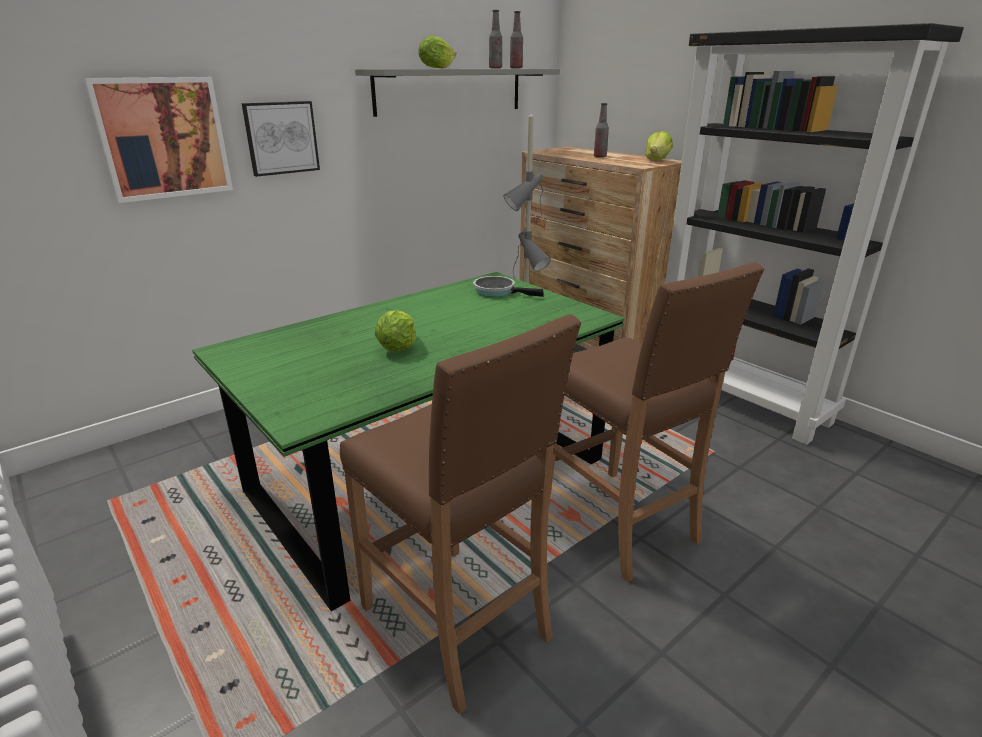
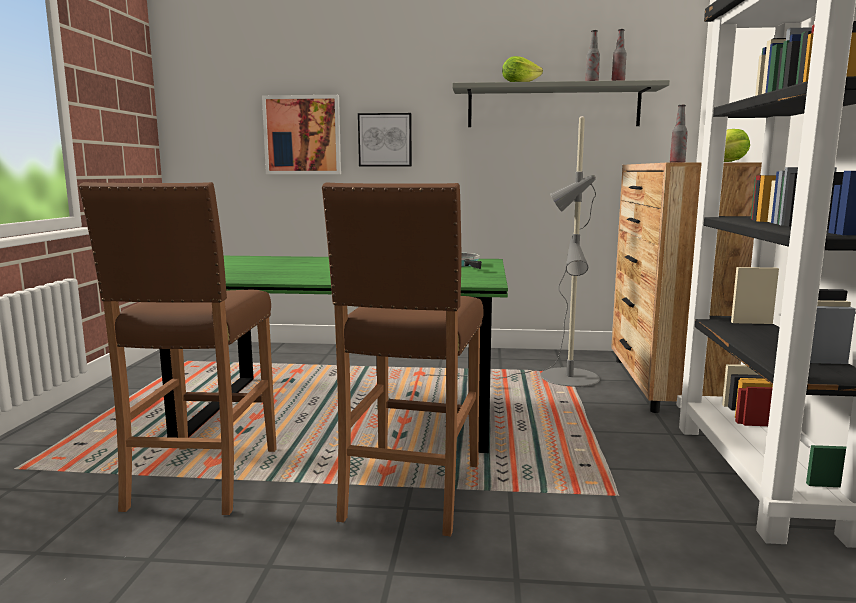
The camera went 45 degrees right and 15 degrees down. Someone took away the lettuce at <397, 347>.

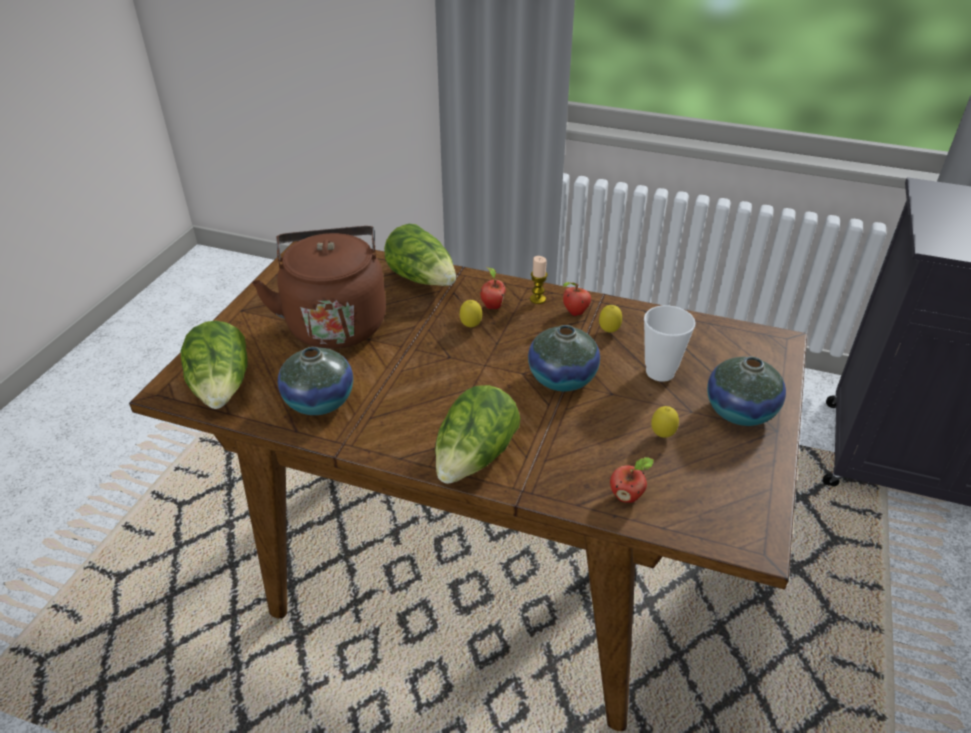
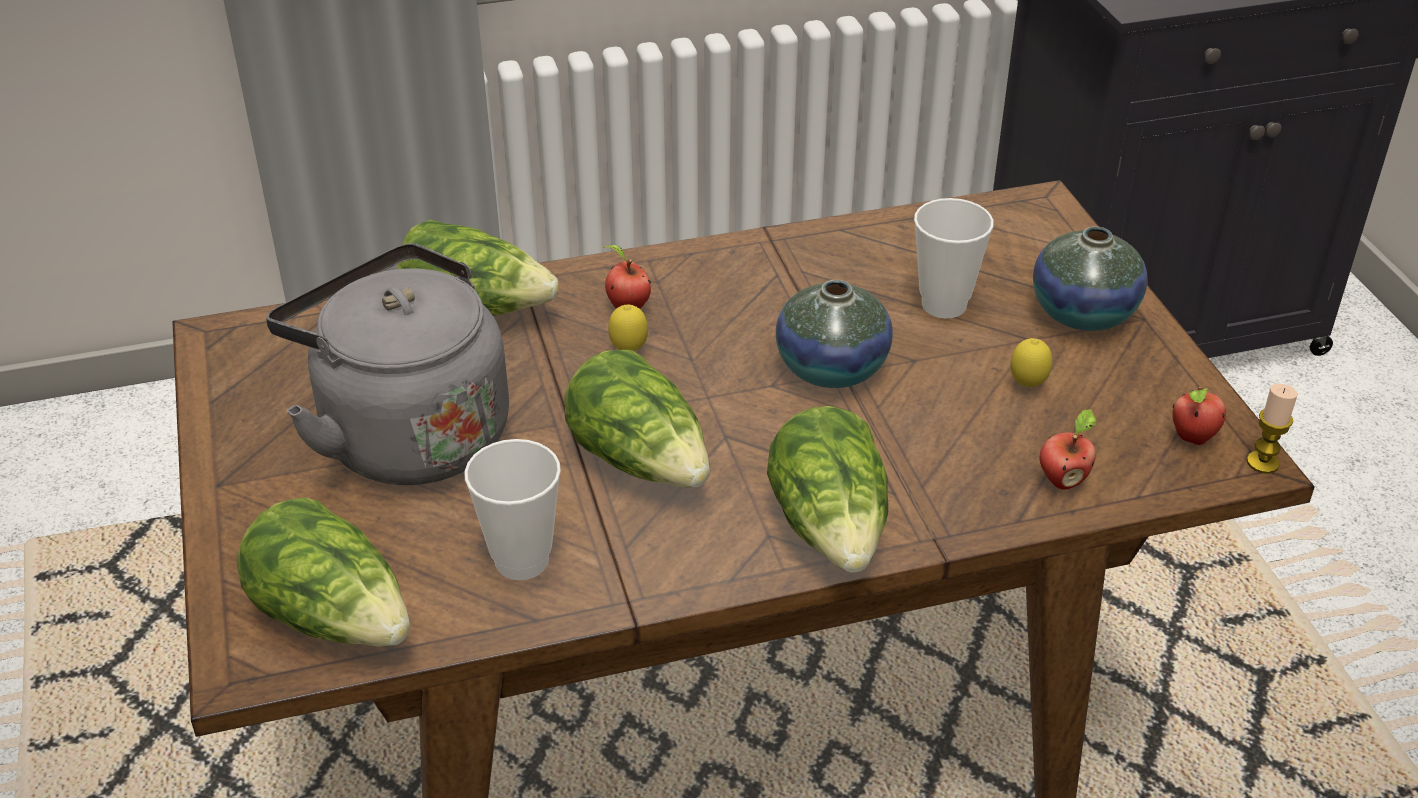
The camera went 35 degrees left and 0 degrees up. Someone repainted the brown kettle at <335, 322>, which became the grey kettle at <407, 433>. Someone swapped the vase at <319, 401> for the cup at <521, 561>. Someone put down the lettuce at <642, 460>. Someone carried the apple from <574, 313> to <1193, 439>. Someone carried the candle from <537, 299> to <1262, 463>. Someone took away the lemon at <609, 332>.

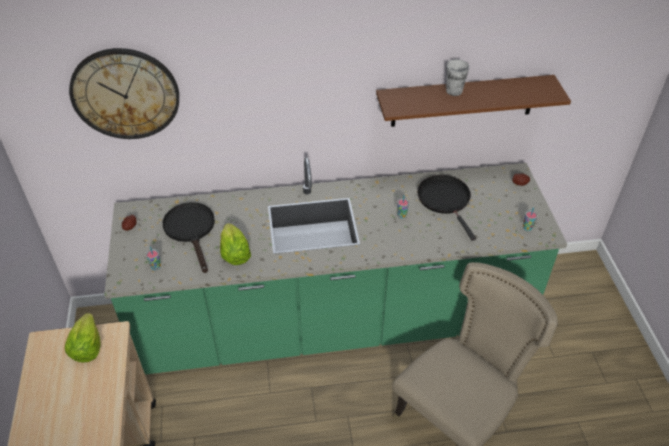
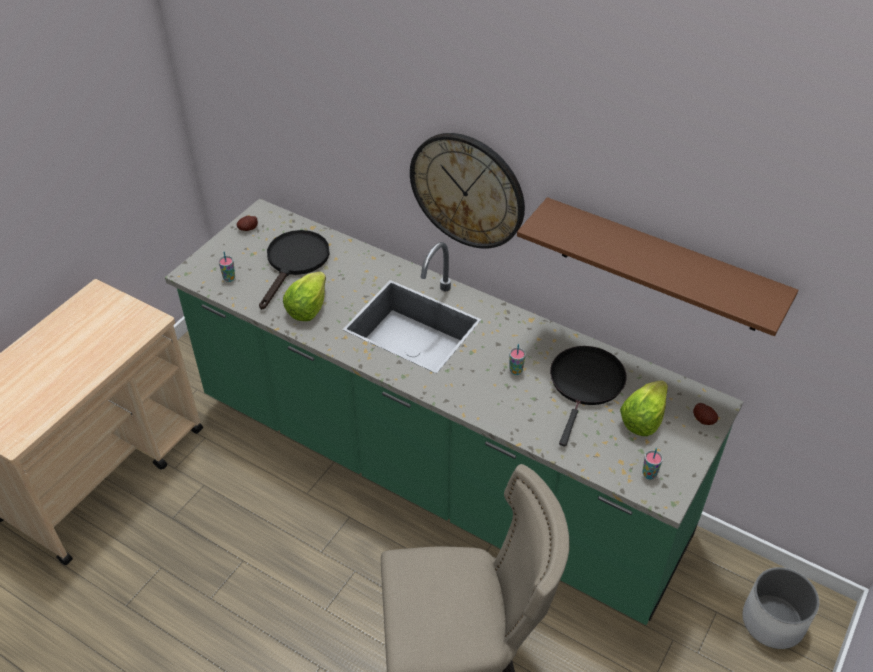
The camera went 40 degrees right and 0 degrees up. Someone carried the wall clock from <125, 94> to <467, 190>. Someone carried the lettuce from <87, 347> to <643, 419>. Someone put down the white planter at <772, 621>. Someone took away the cup at <454, 91>.

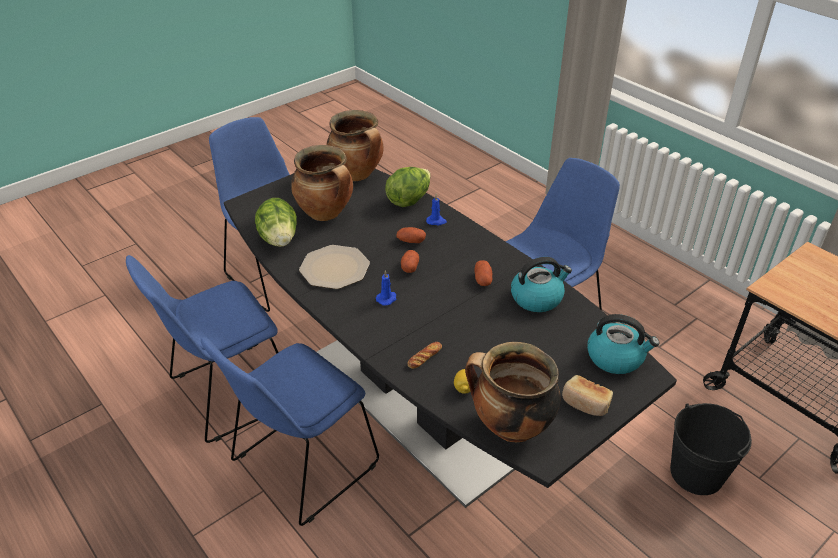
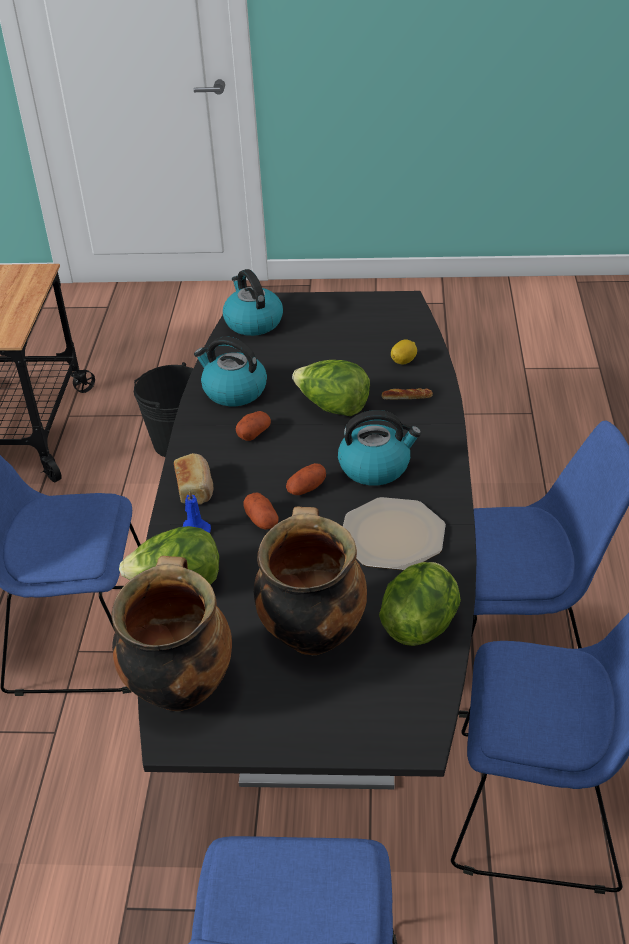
The camera went 135 degrees left and 0 degrees up. Someone carried the bread from <585, 403> to <195, 488>. Someone put down the lettuce at <333, 408>. Someone swapped the blue candle at <387, 298> for the kettle at <376, 467>. Someone took away the cooking pot at <510, 427>.

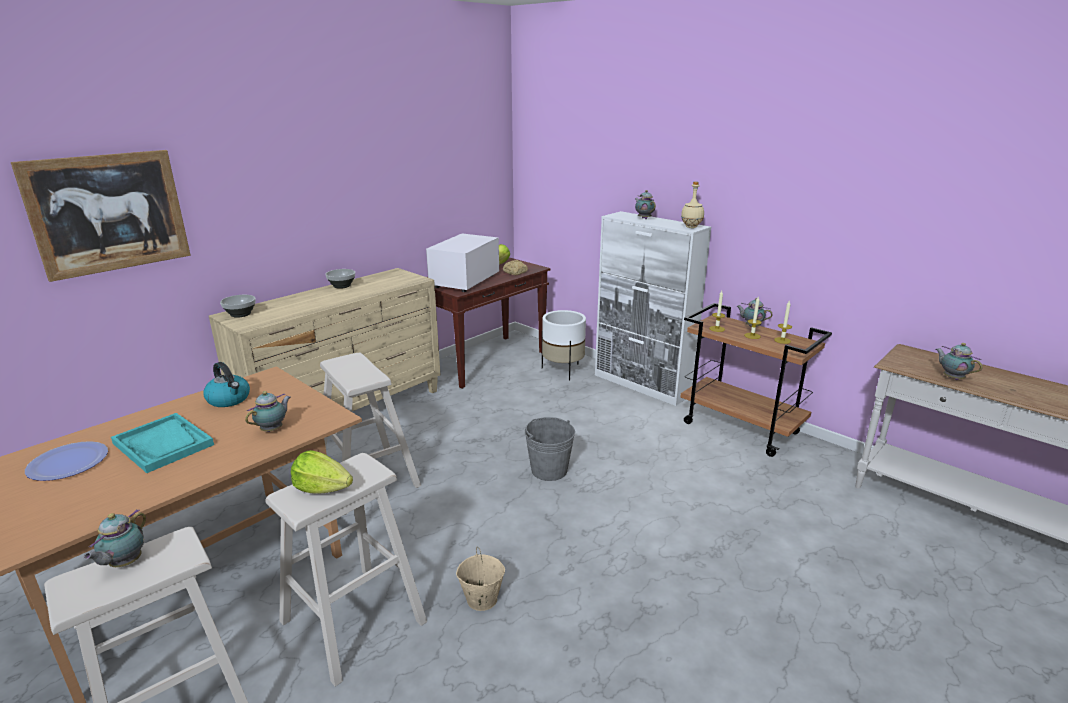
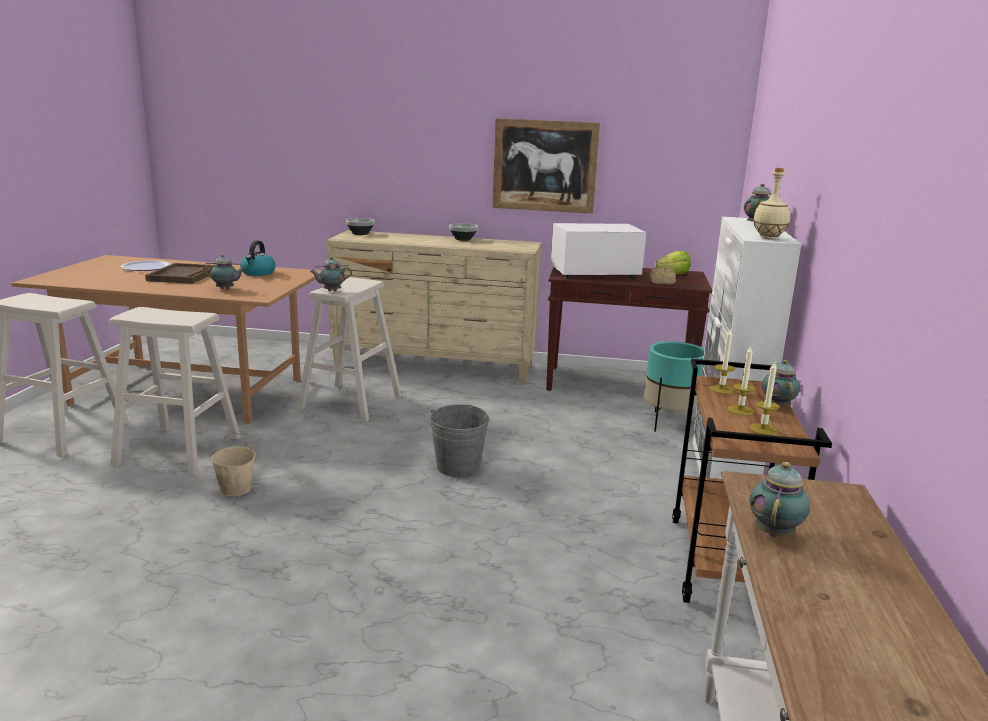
The camera went 55 degrees right and 5 degrees down. Someone repainted the turquoise tray at <163, 444>, which became the brown tray at <183, 275>. Someone carried the teapot from <124, 564> to <331, 291>. Someone carried the picture from <109, 213> to <545, 166>. Someone repainted the white planter at <563, 370>, which became the turquoise planter at <670, 423>. Someone took away the lettuce at <322, 488>.

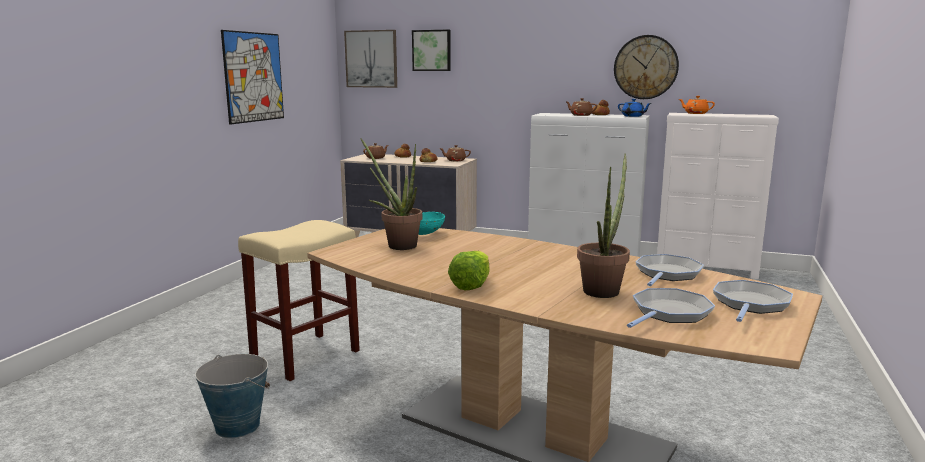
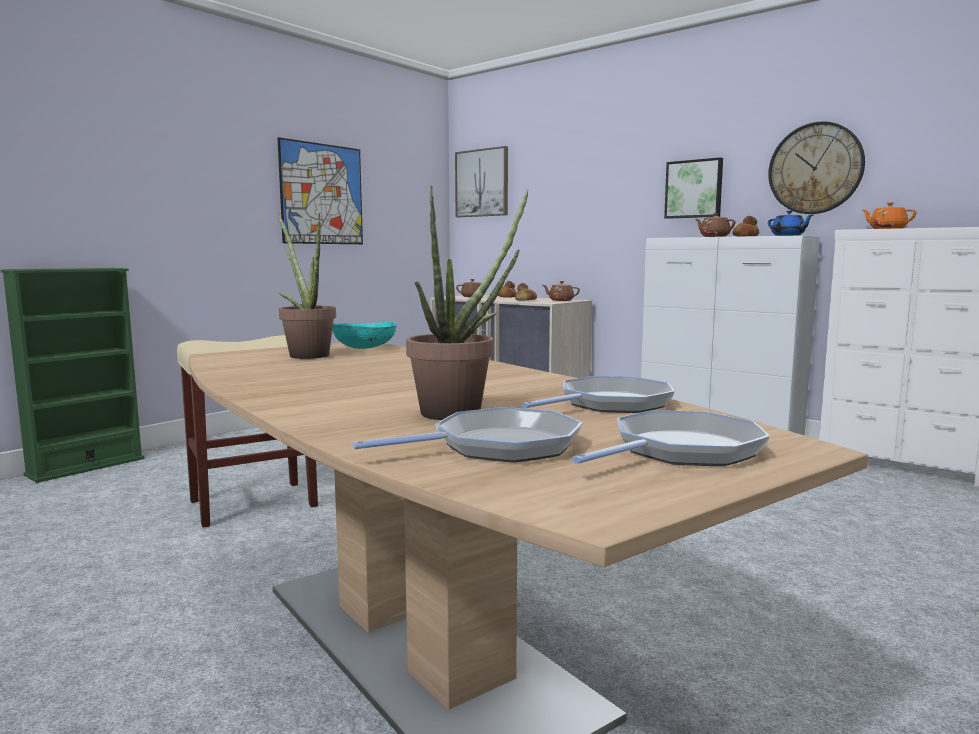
The camera went 20 degrees right and 5 degrees down. Someone put down the green bookcase at <86, 467>. Someone carried the picture from <432, 50> to <694, 189>. Someone took away the bucket at <237, 426>. Someone took away the lettuce at <471, 285>.

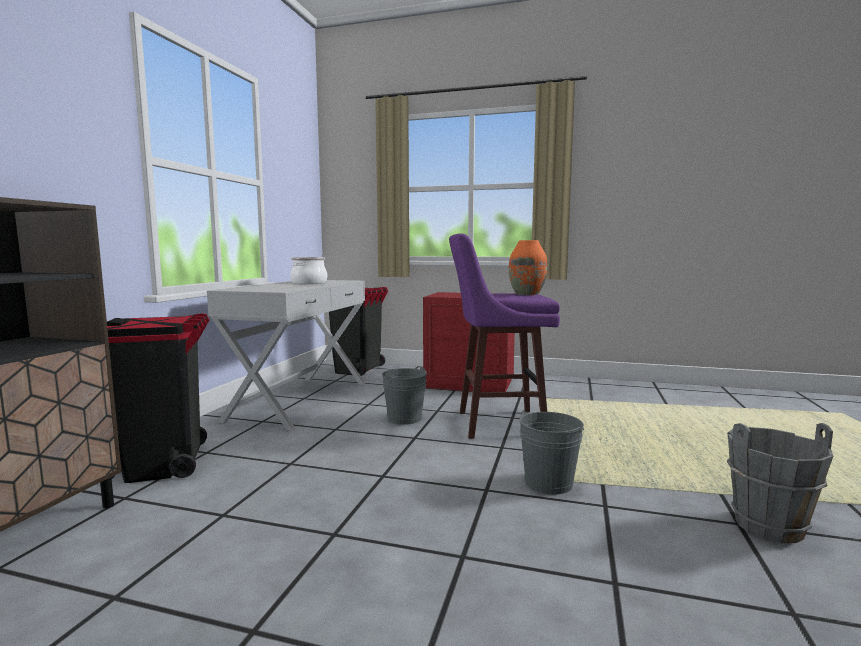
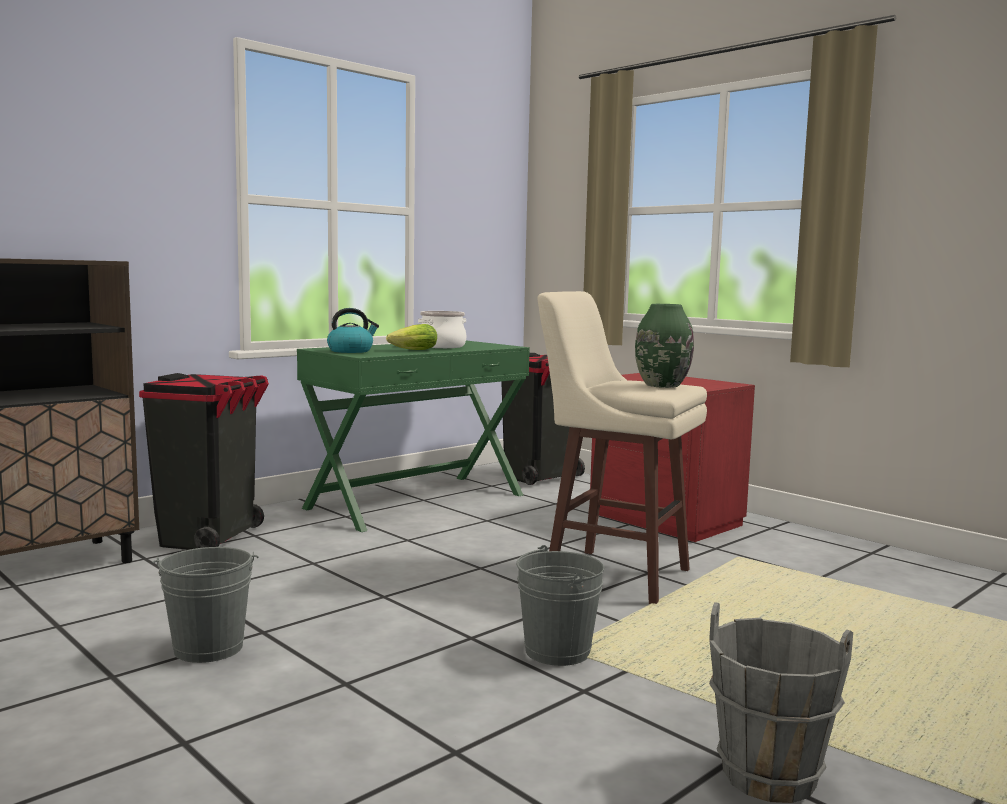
The camera went 30 degrees right and 0 degrees up. Someone carried the grey bucket from <404, 418> to <208, 648>. Someone repainted the white console table at <300, 400>, which became the green console table at <416, 501>. Someone put down the kettle at <351, 351>. Someone put down the lettuce at <411, 350>. Someone repainted the purple stool at <497, 423>, which became the beige stool at <614, 575>. Someone repainted the orange vase at <526, 294>, which became the green vase at <661, 385>.

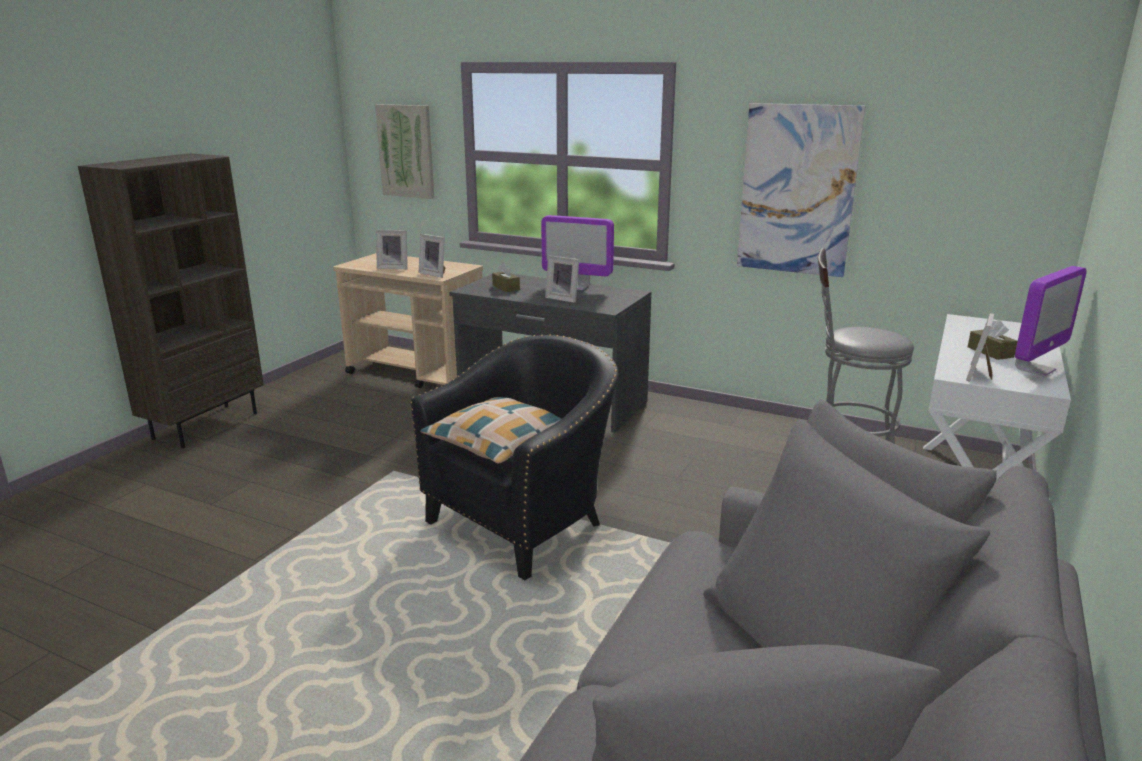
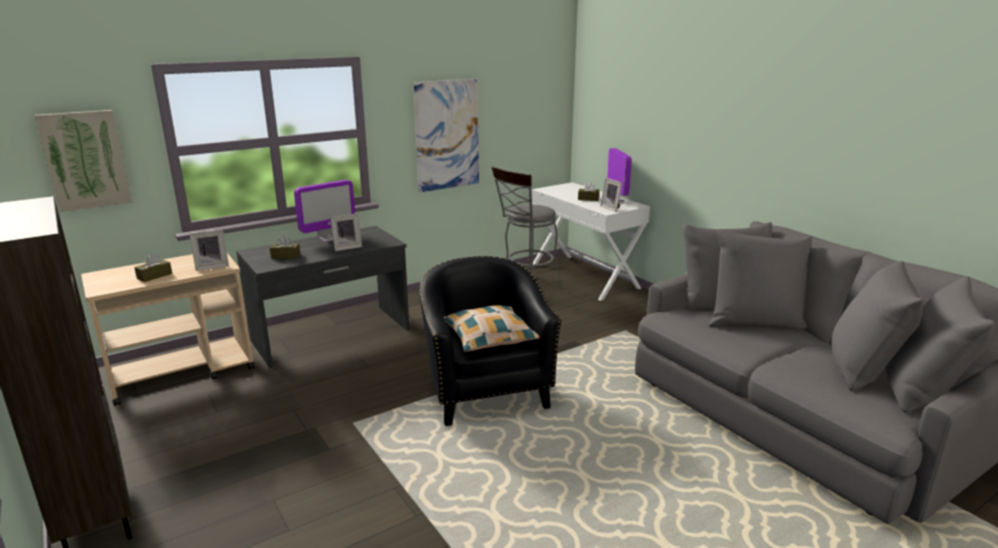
The camera went 60 degrees left and 0 degrees up. Someone swapped the picture frame at <394, 267> for the brown tissue box at <154, 276>.

